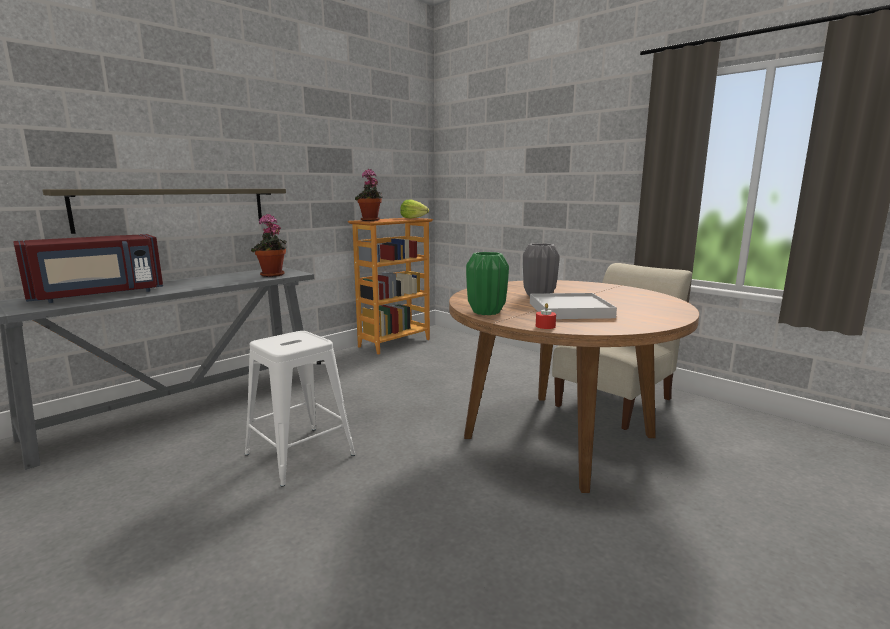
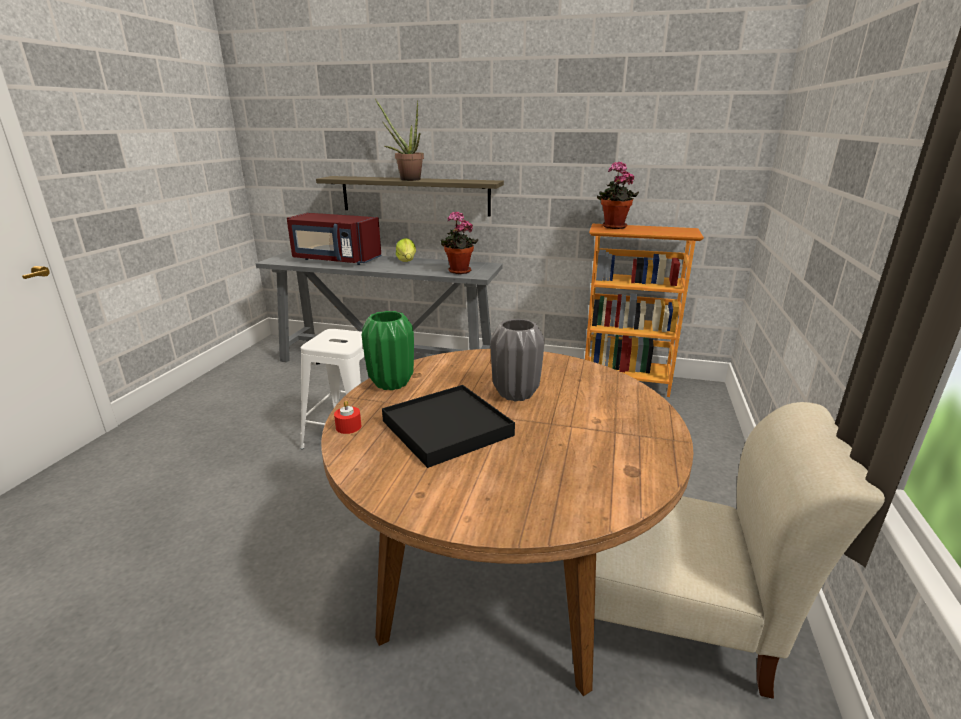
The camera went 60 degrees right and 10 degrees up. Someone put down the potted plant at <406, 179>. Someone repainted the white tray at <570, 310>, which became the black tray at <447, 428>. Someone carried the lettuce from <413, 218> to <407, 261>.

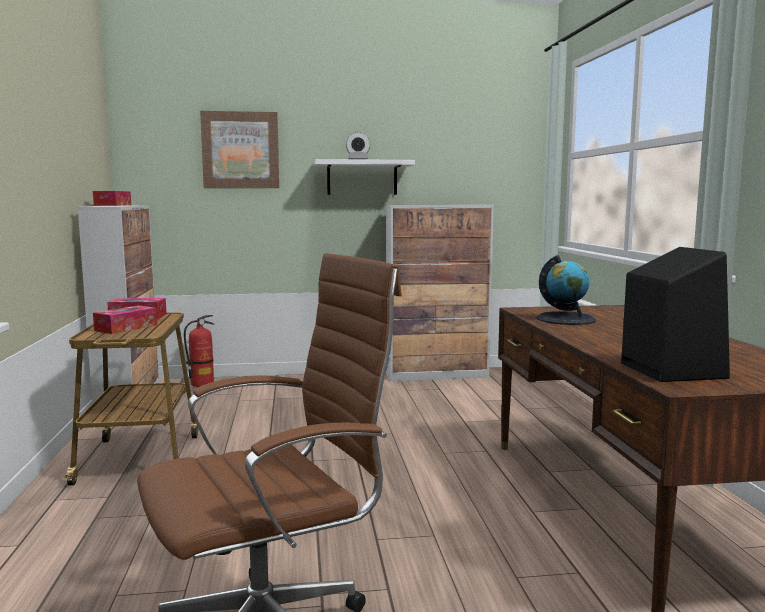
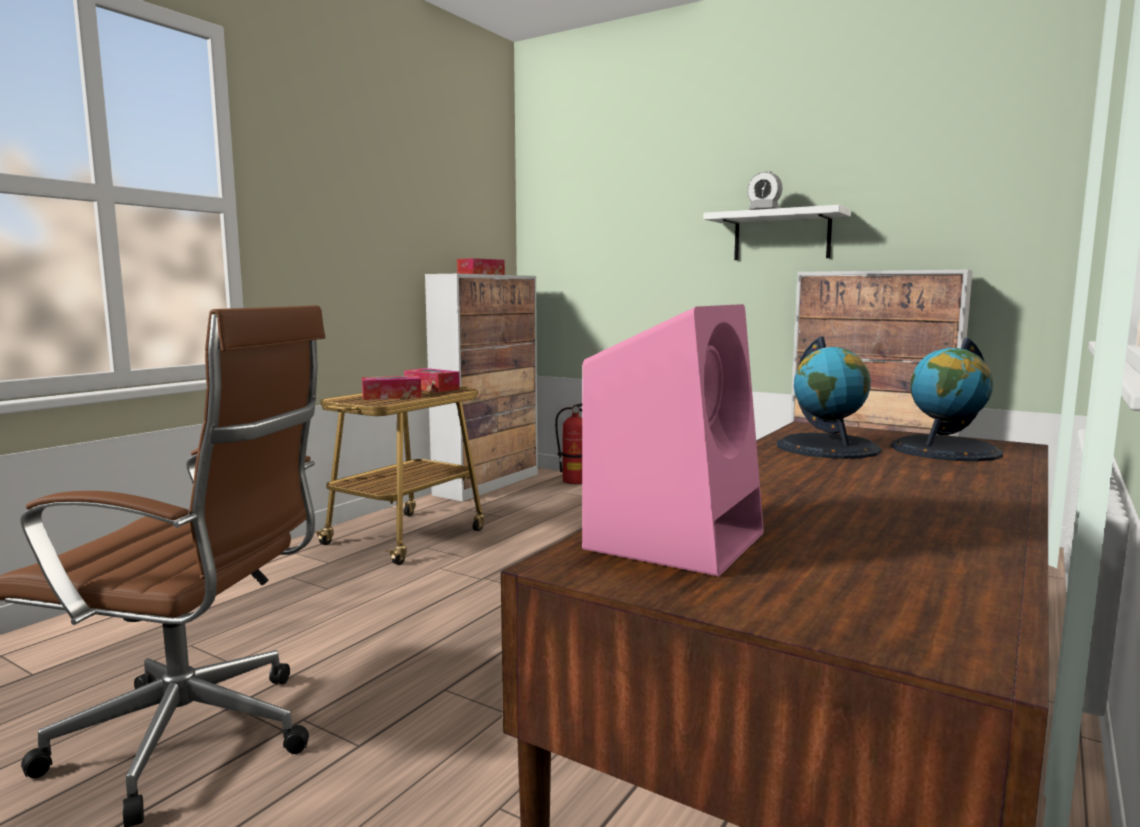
The camera went 40 degrees right and 0 degrees up. Someone repainted the black speaker at <670, 370>, which became the pink speaker at <676, 539>. Someone put down the globe at <945, 450>. Someone took away the picture at <240, 150>.

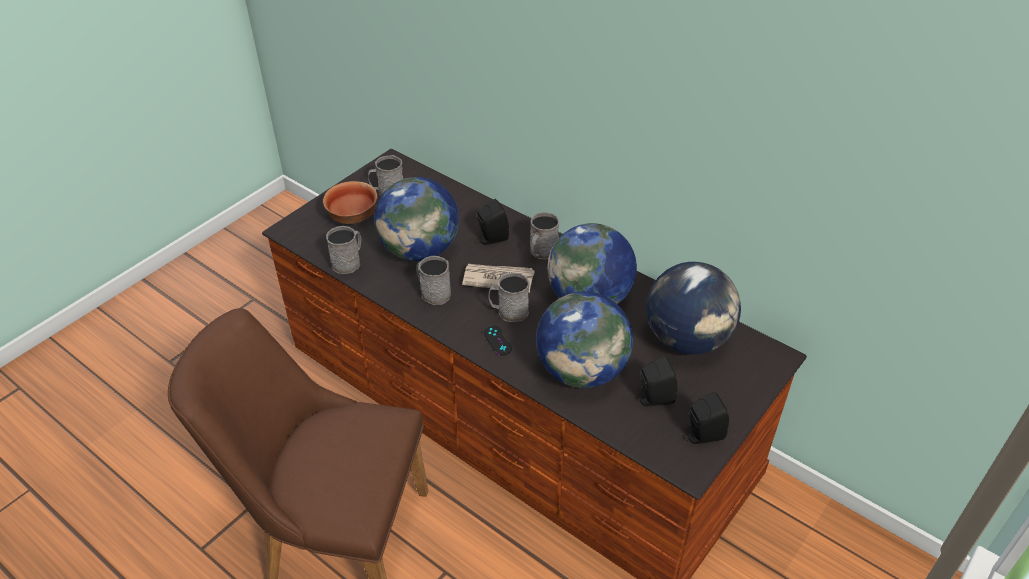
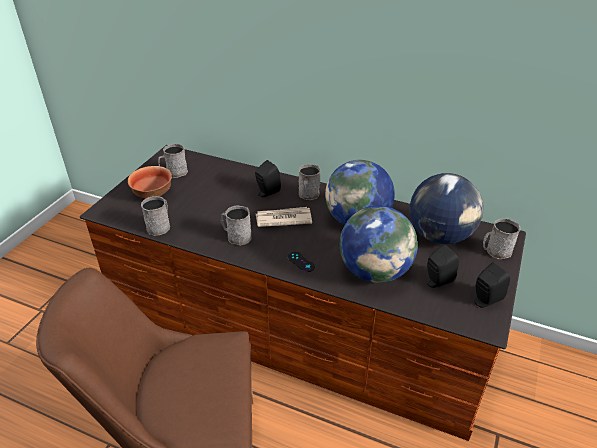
The camera went 15 degrees left and 5 degrees down. Someone carried the grey mug from <508, 311> to <495, 251>. Someone took away the globe at <420, 250>.

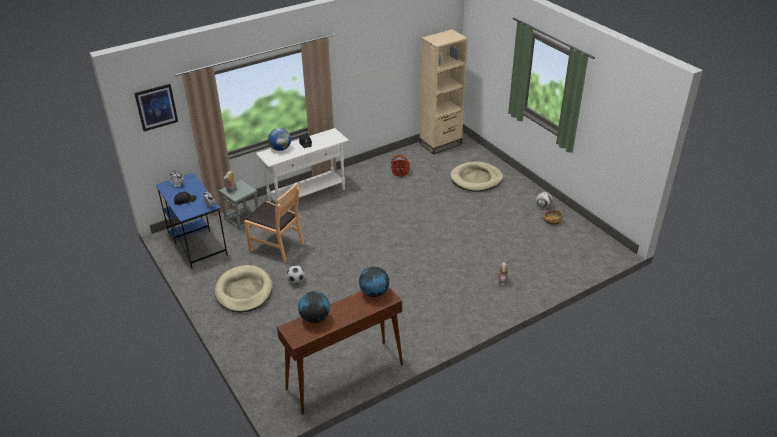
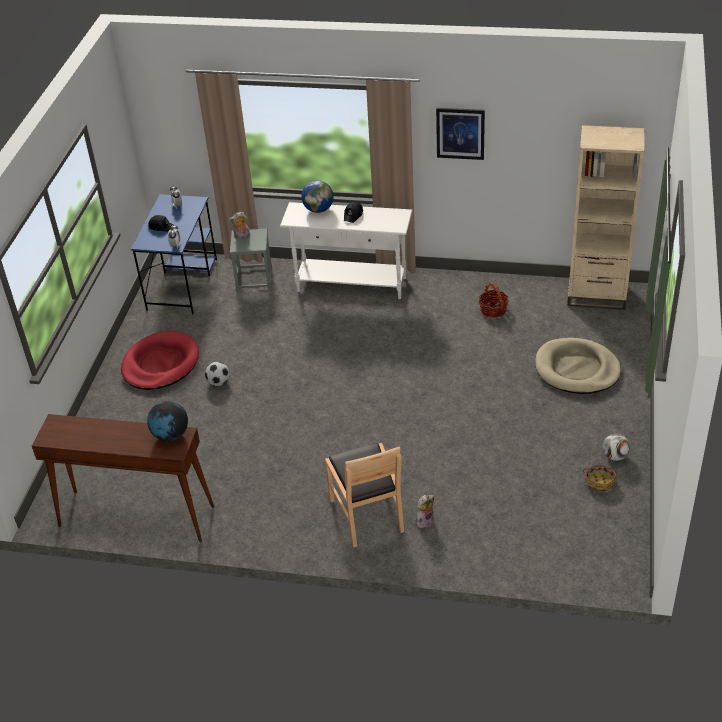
The camera went 45 degrees right and 5 degrees up. Someone repainted the beige dog bed at <244, 291>, which became the red dog bed at <160, 364>. Someone carried the brown chair from <277, 246> to <367, 514>. Someone carried the picture from <156, 107> to <460, 133>. Someone took away the globe at <315, 318>.

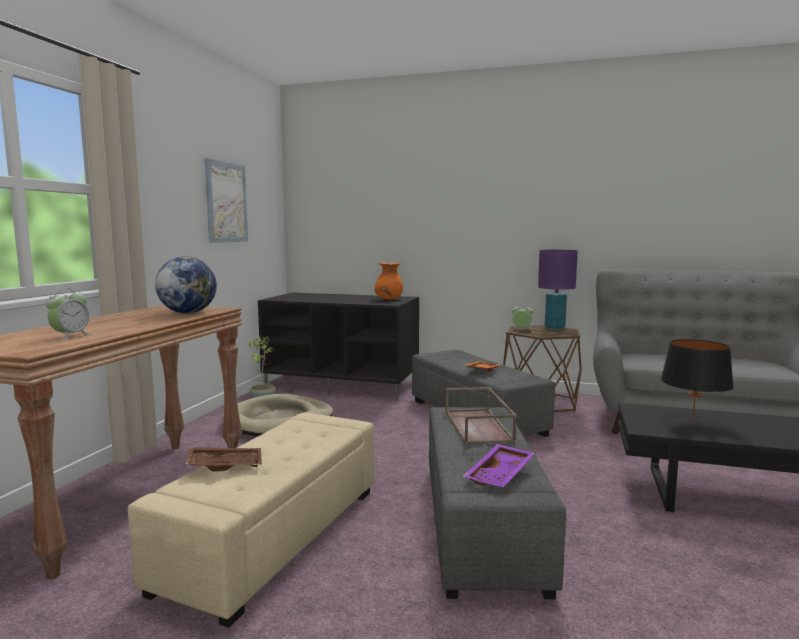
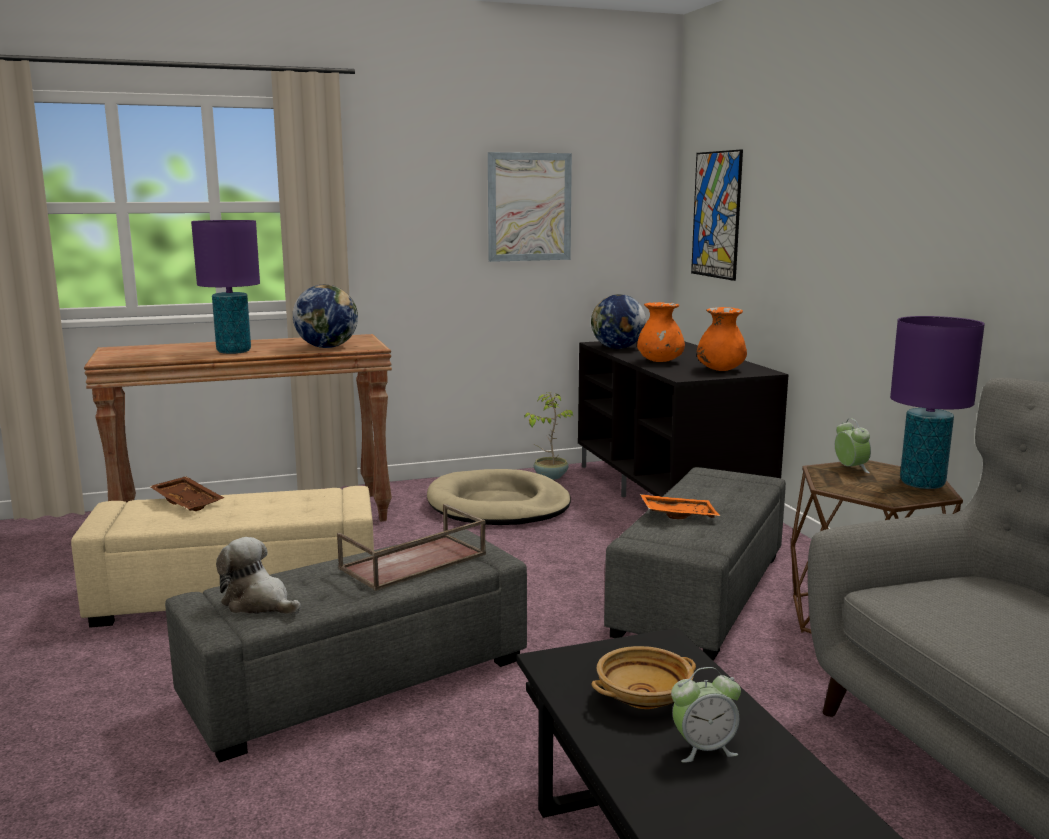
The camera went 55 degrees right and 5 degrees up. Someone put down the purple table lamp at <234, 351>. Someone swapped the purple tray at <501, 475> for the plush toy at <259, 603>. Someone put down the globe at <617, 348>. Someone swapped the black table lamp at <692, 423> for the beige bowl at <643, 697>. Someone put down the orange vase at <660, 362>. Someone carried the alarm clock from <70, 336> to <703, 749>. Someone put up the picture at <716, 215>.

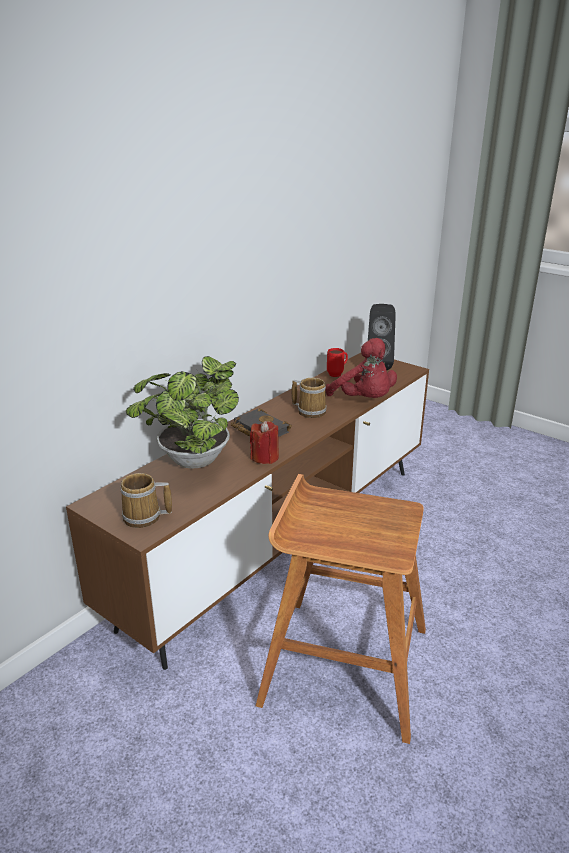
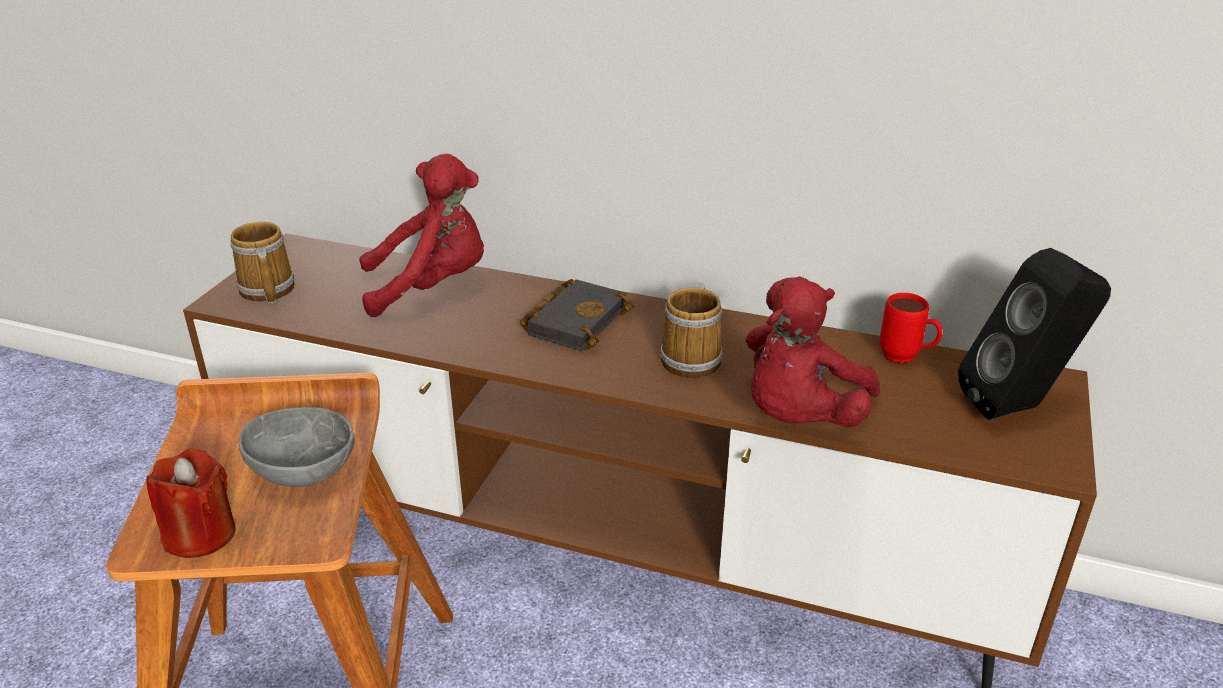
The camera went 70 degrees right and 5 degrees up. Someone carried the red candle from <265, 457> to <200, 535>. Someone put down the grey bowl at <304, 469>. Someone swapped the potted plant at <191, 462> for the red plush toy at <432, 287>.

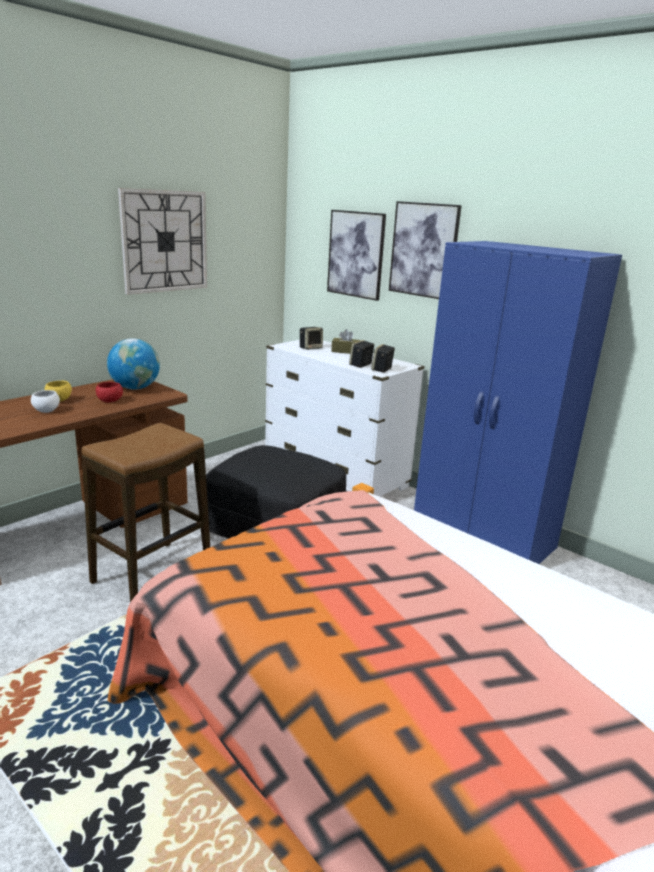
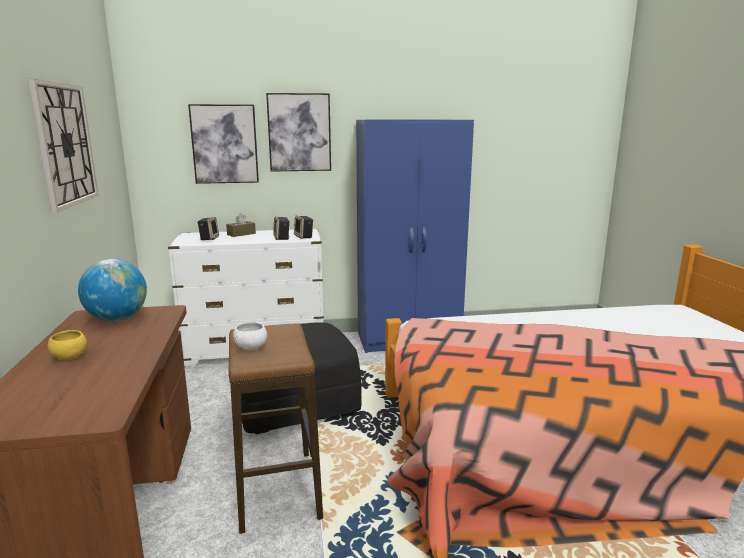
The camera went 50 degrees left and 5 degrees down. Someone carried the white bowl from <46, 411> to <251, 348>. Someone took away the red bowl at <110, 401>.

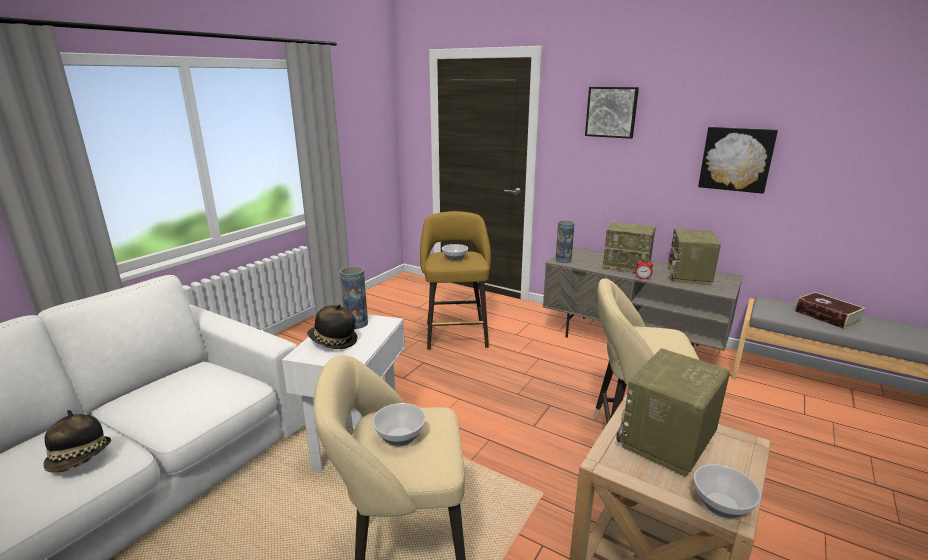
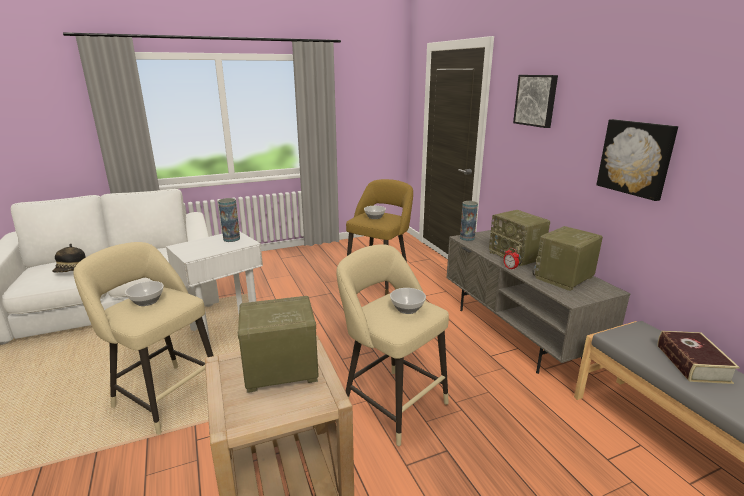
The camera went 35 degrees right and 0 degrees up. Someone carried the bowl from <721, 504> to <408, 309>. Someone took away the hat at <333, 342>.

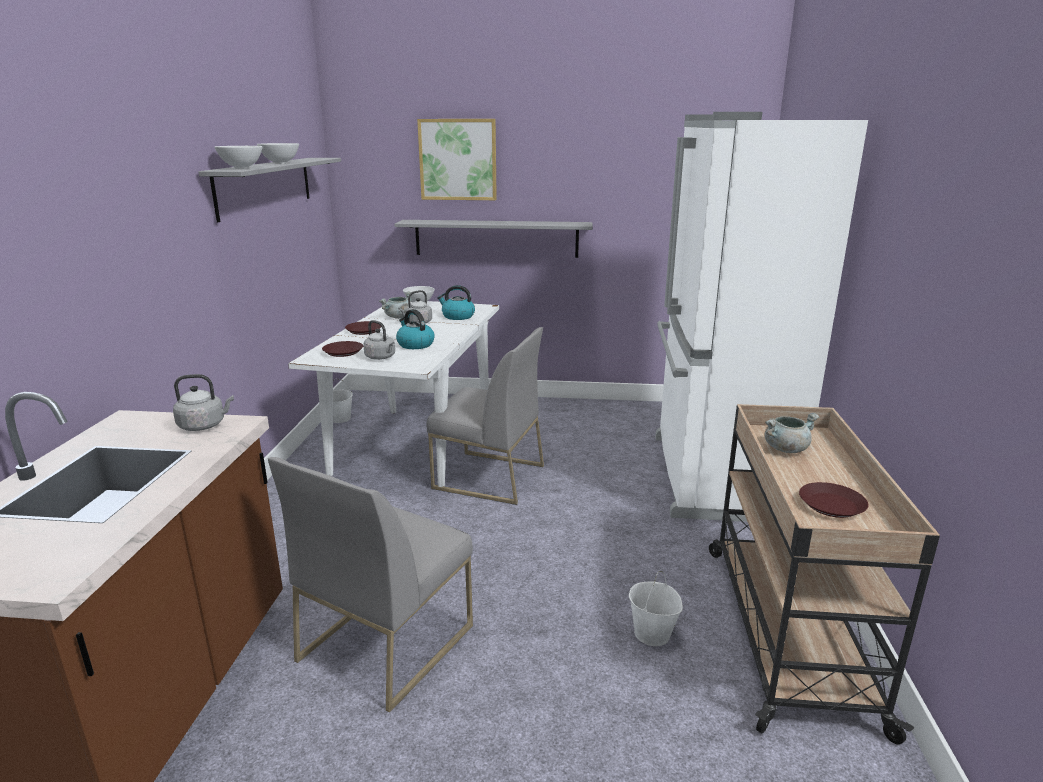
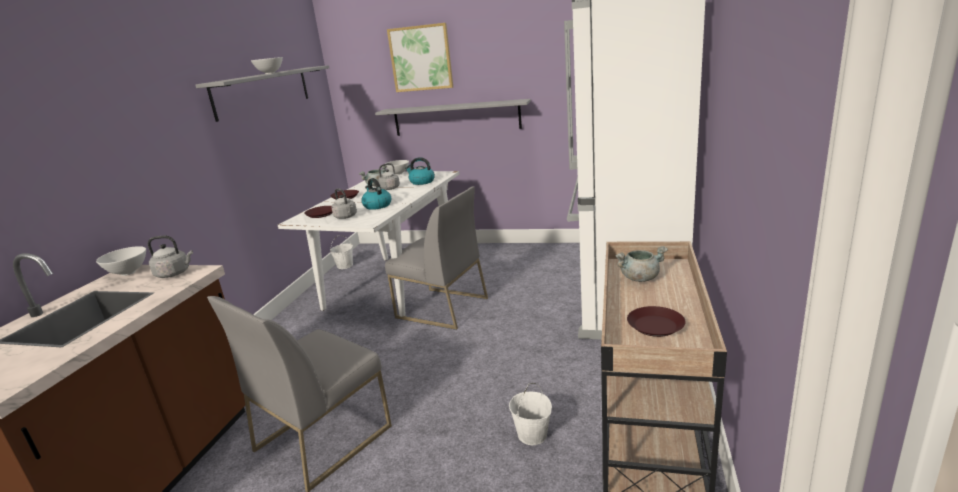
The camera went 10 degrees right and 0 degrees up. Someone carried the white bowl from <242, 168> to <128, 272>.

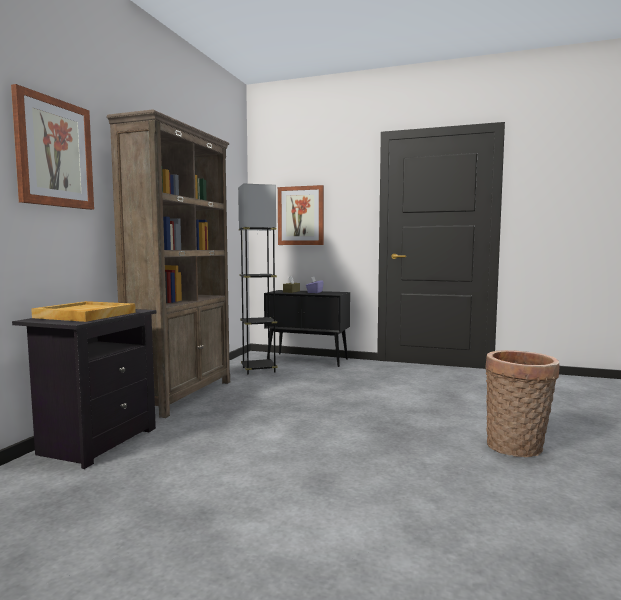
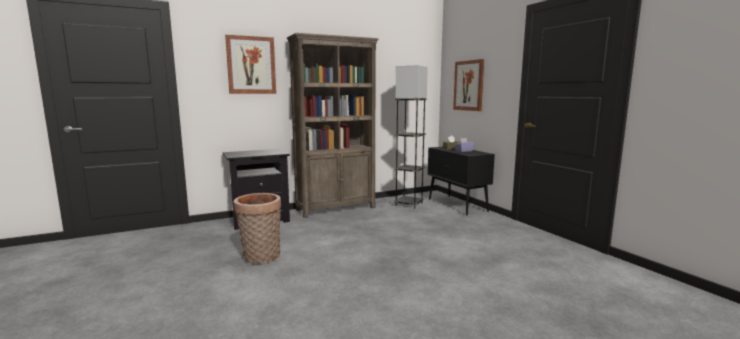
The camera went 45 degrees right and 5 degrees up. Someone carried the basket from <517, 448> to <261, 258>. Someone took away the beige tray at <86, 315>.

